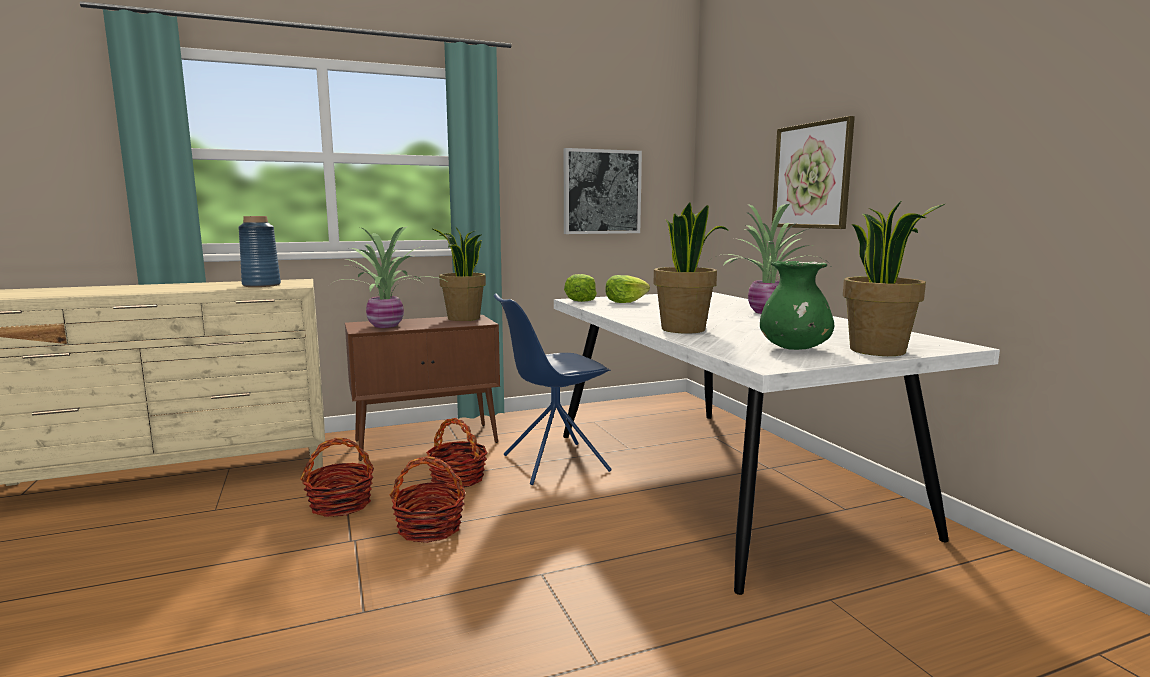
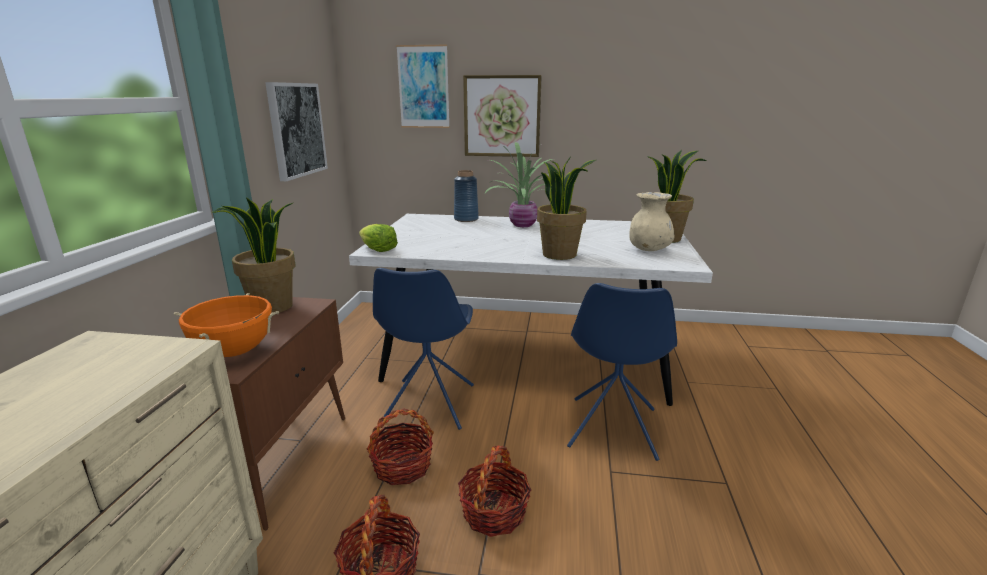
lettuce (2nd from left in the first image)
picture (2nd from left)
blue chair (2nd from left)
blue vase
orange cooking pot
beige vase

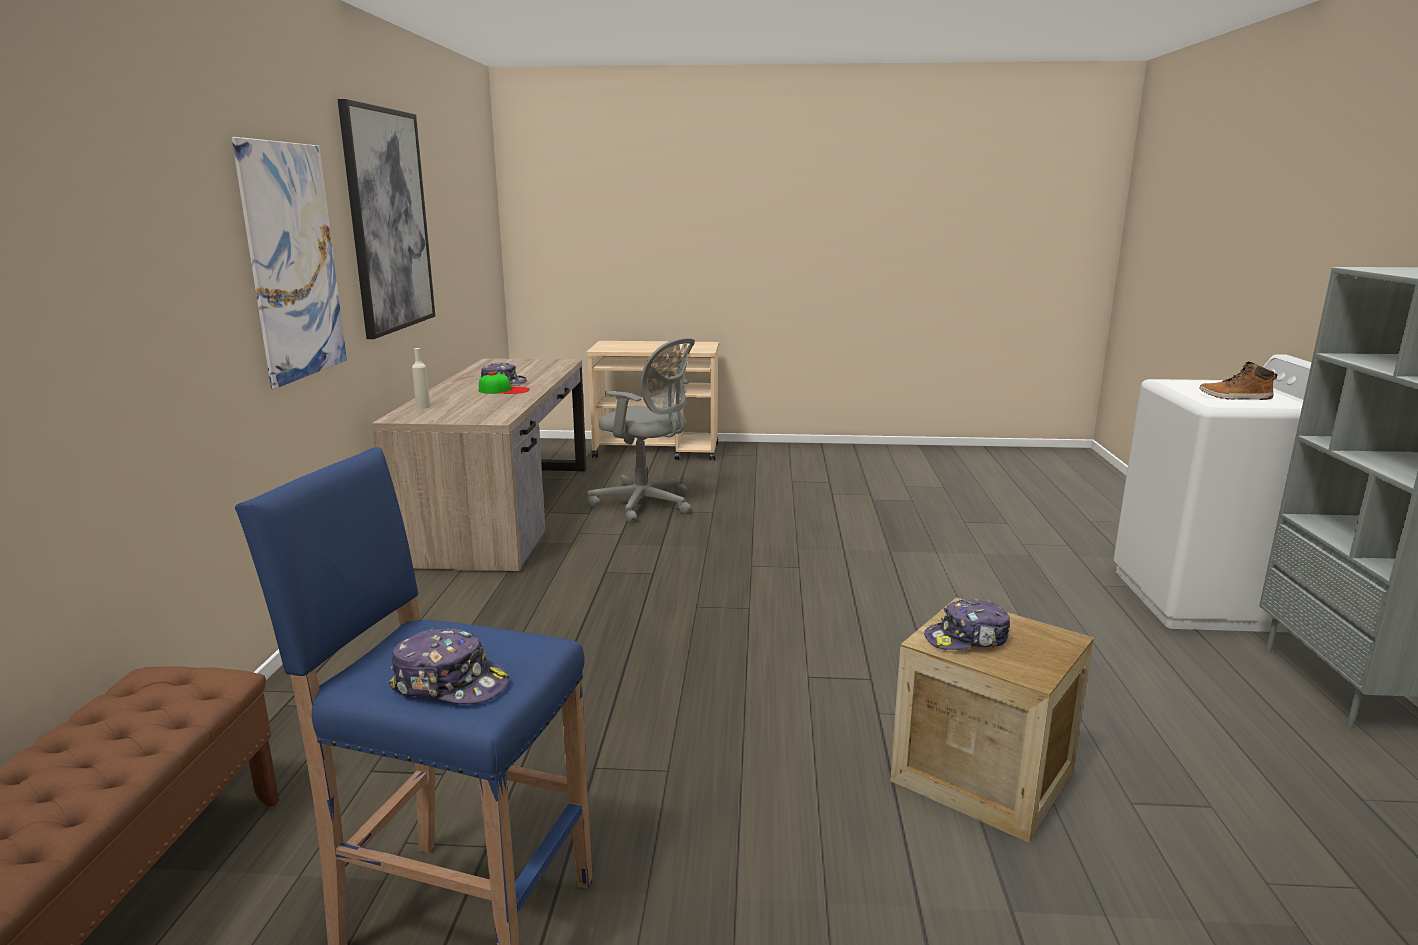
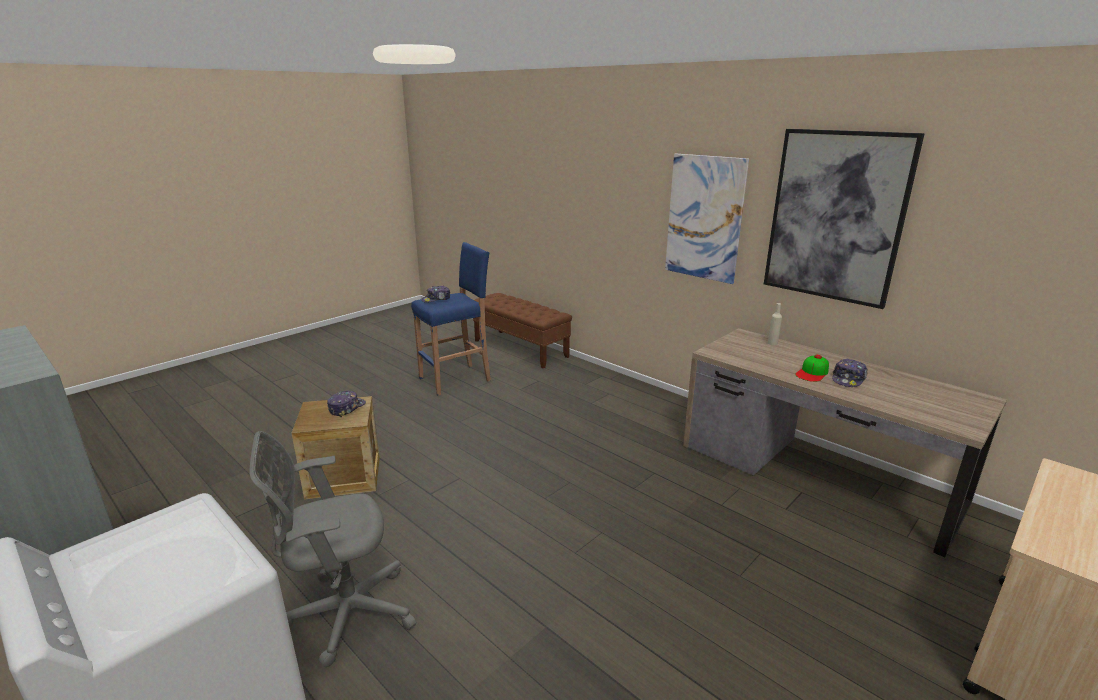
boot
grey office chair

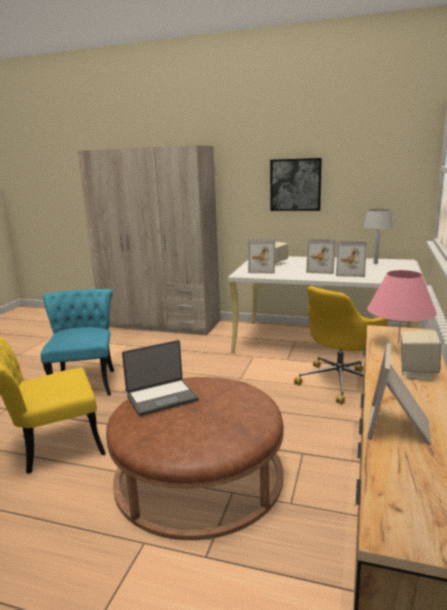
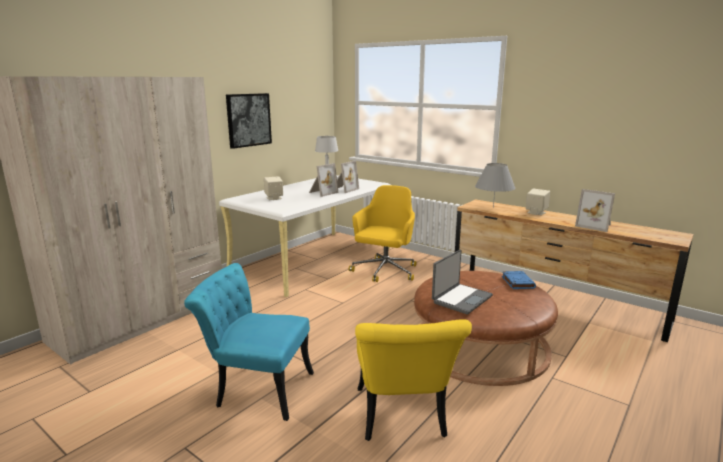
picture frame (1st from left in the first image)
blue book
grey table lamp (2nd from left)
laptop
yellow office chair

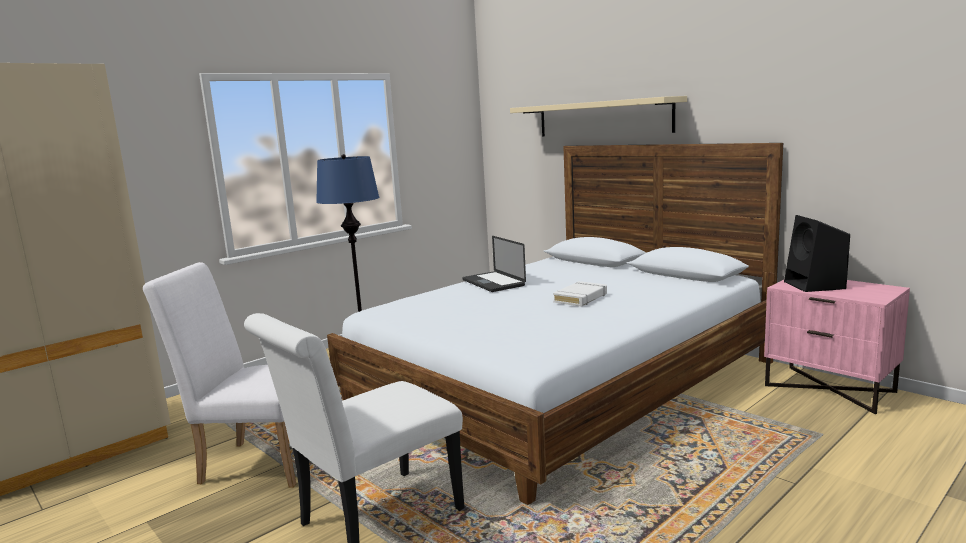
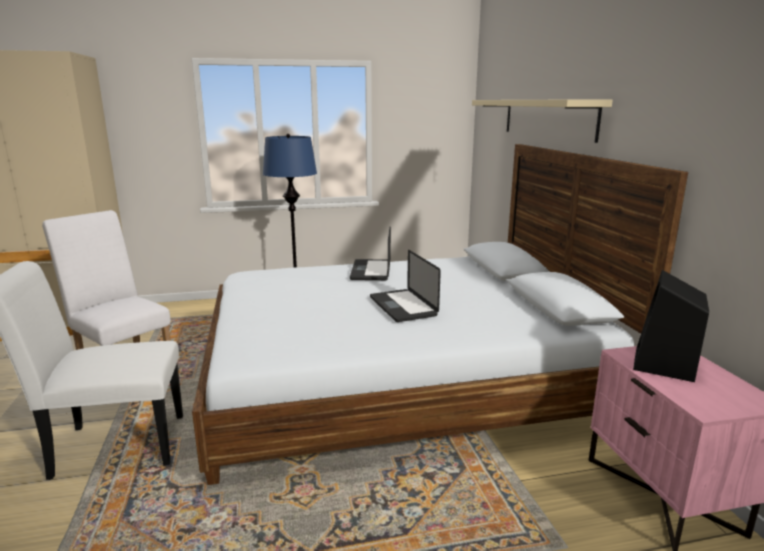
laptop (2nd from left)

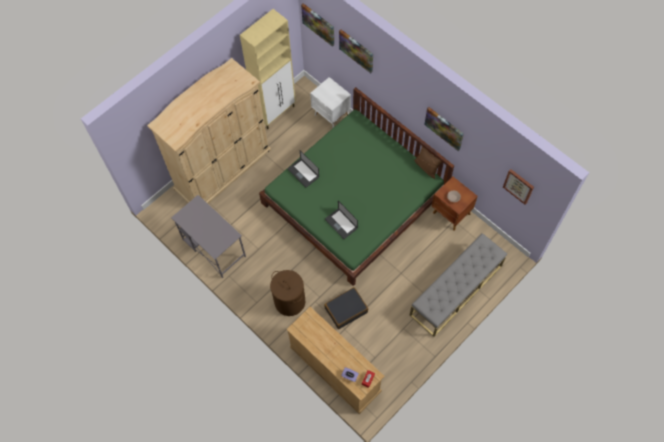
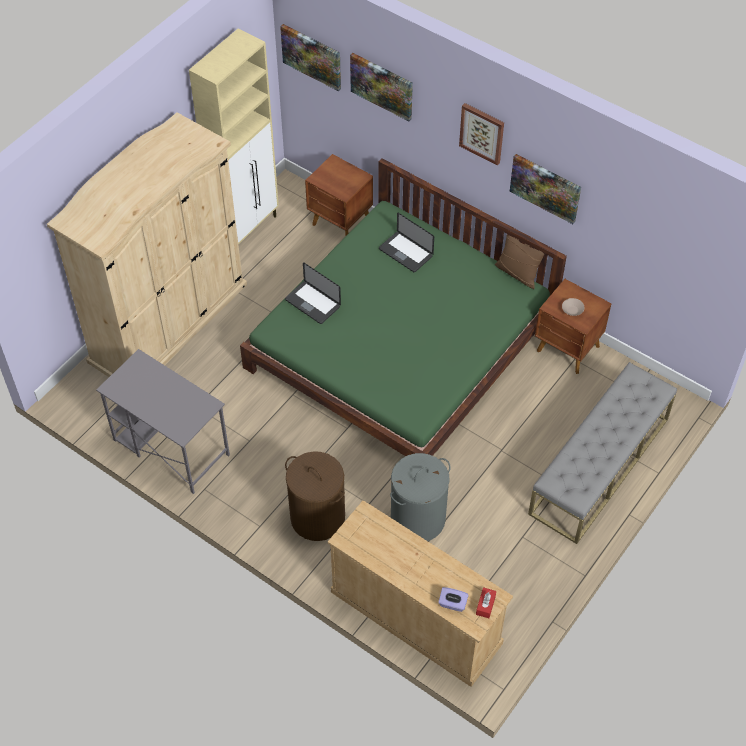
laptop (2nd from left)
picture (3rd from left)
grey laundry basket
brown nightstand (1st from left)

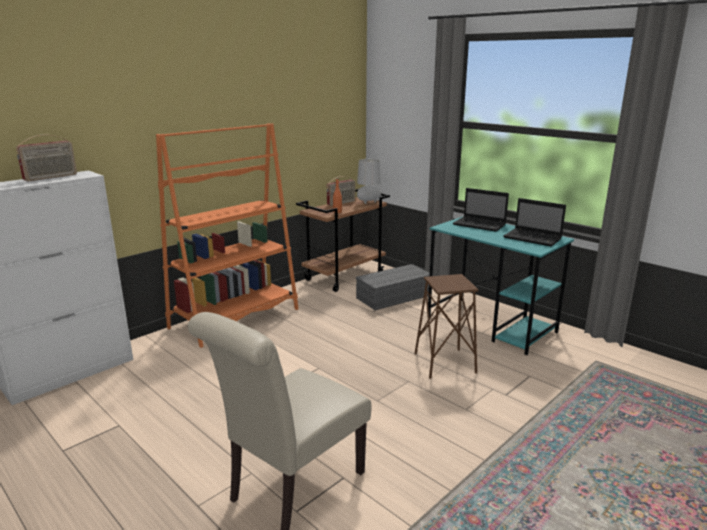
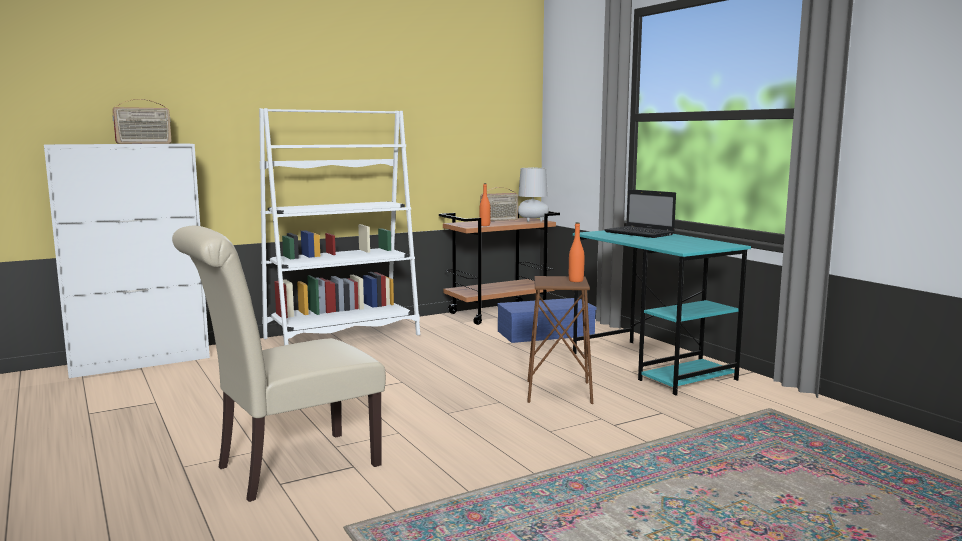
laptop (2nd from left in the first image)
orange bottle (2nd from left)
white bookcase
blue storage box

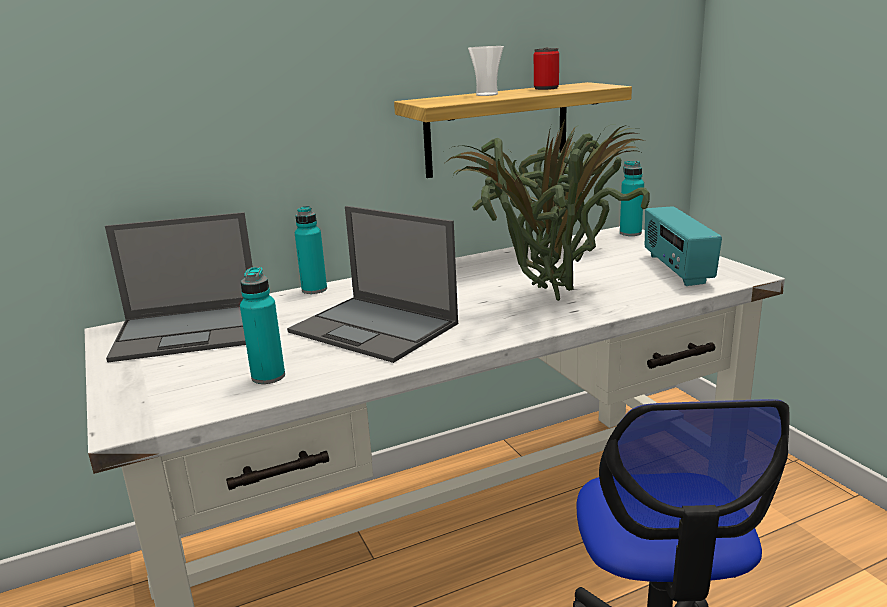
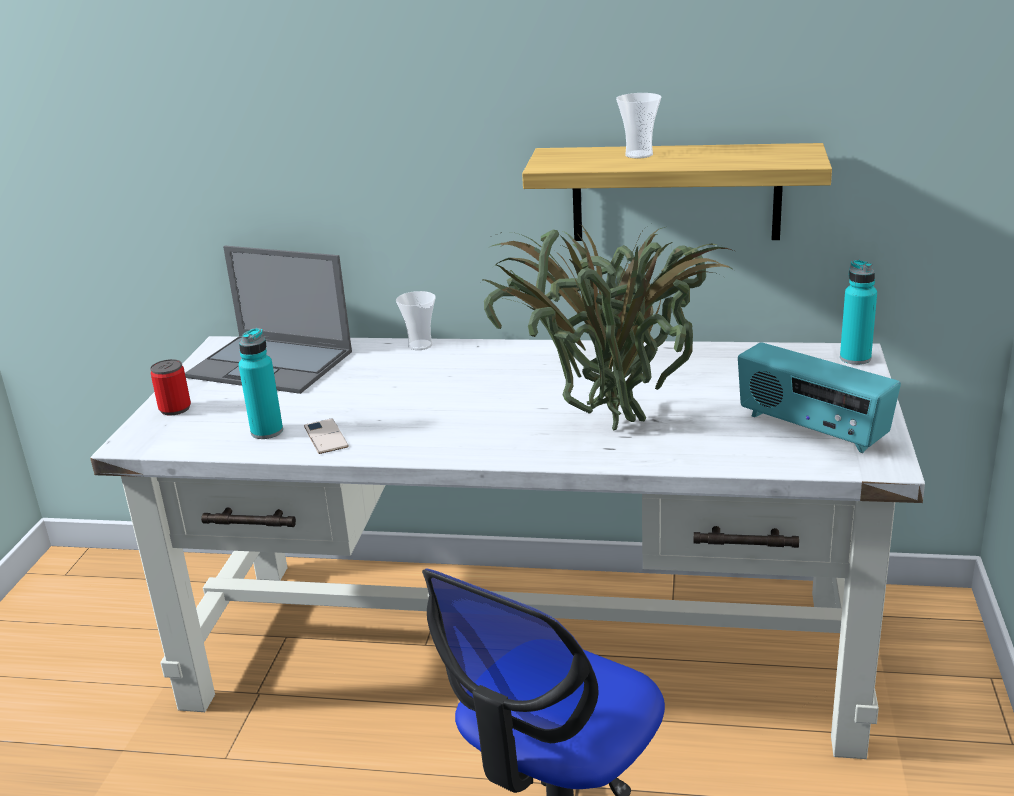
laptop (2nd from left in the first image)
phone
can
cup (1st from left)
radio

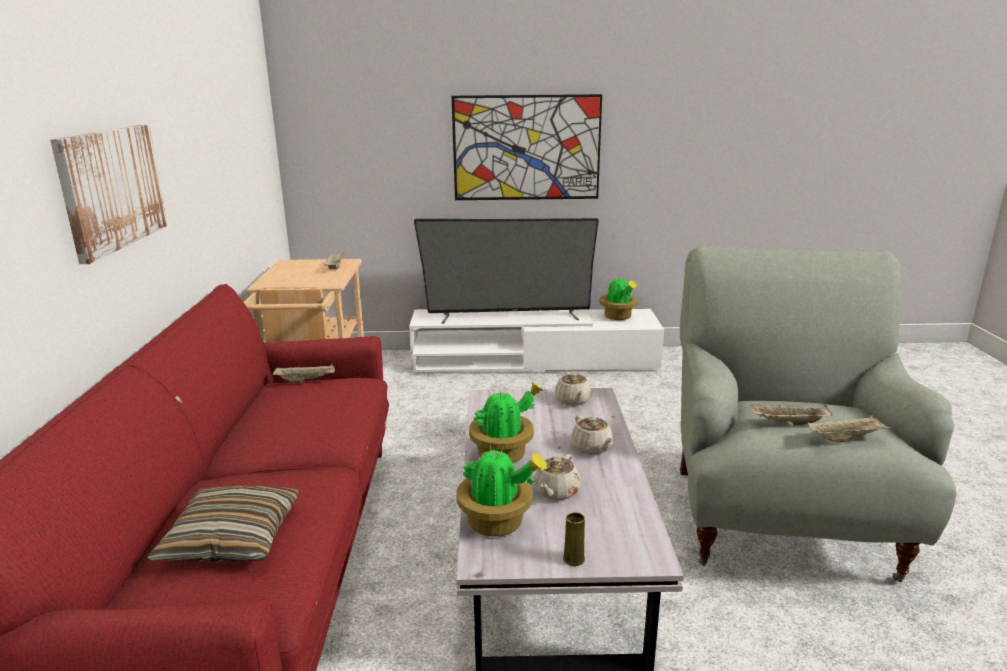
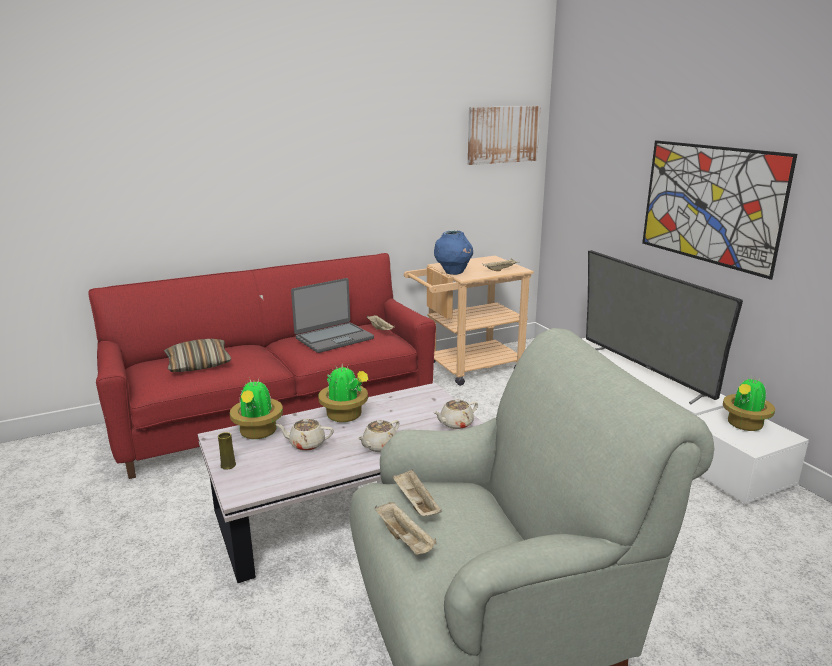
laptop
blue vase
picture (1st from left)

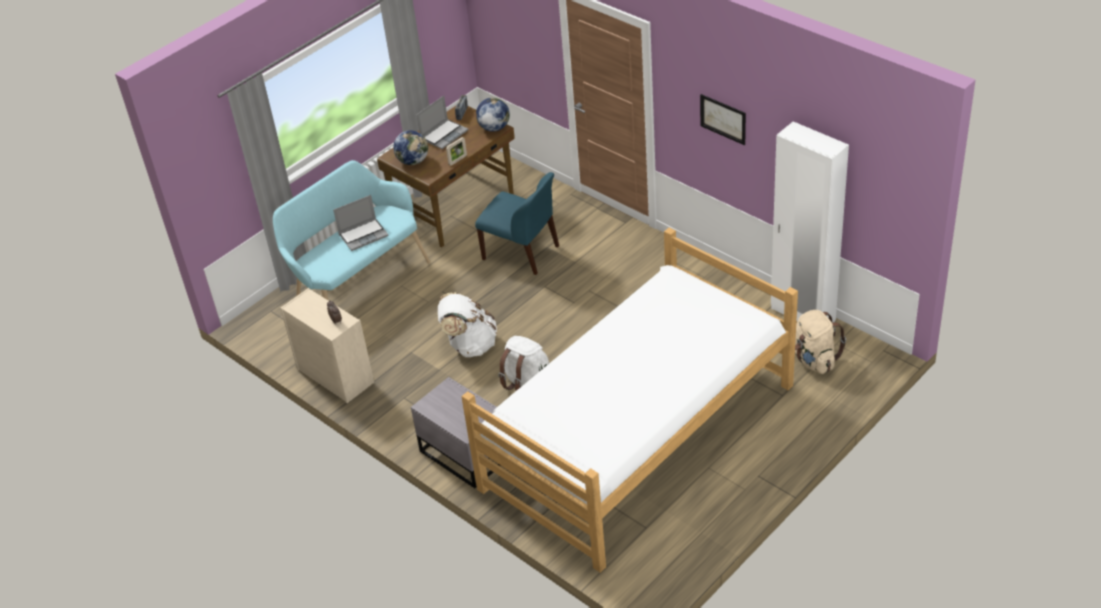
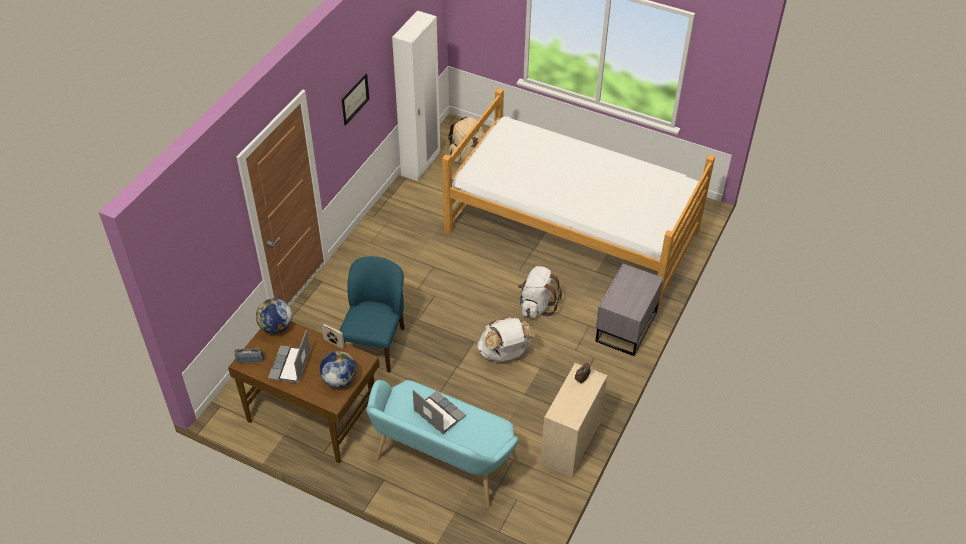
laptop (1st from left)

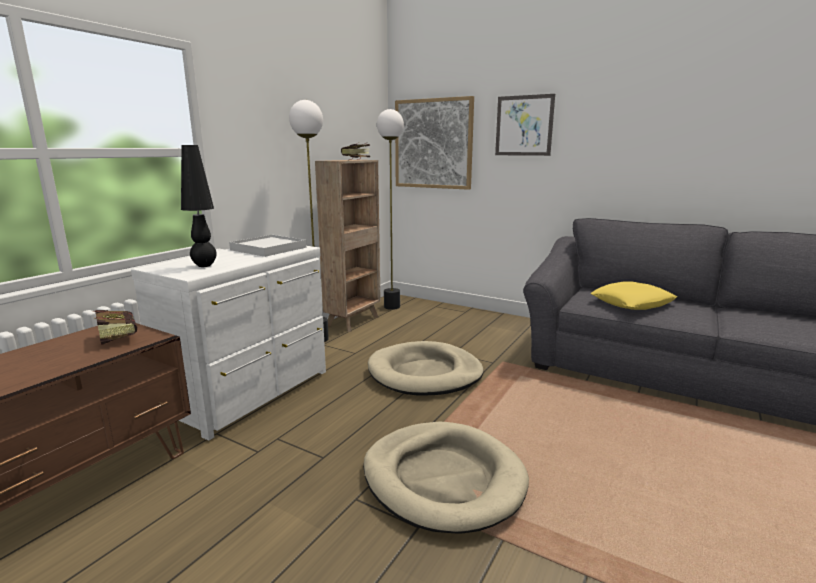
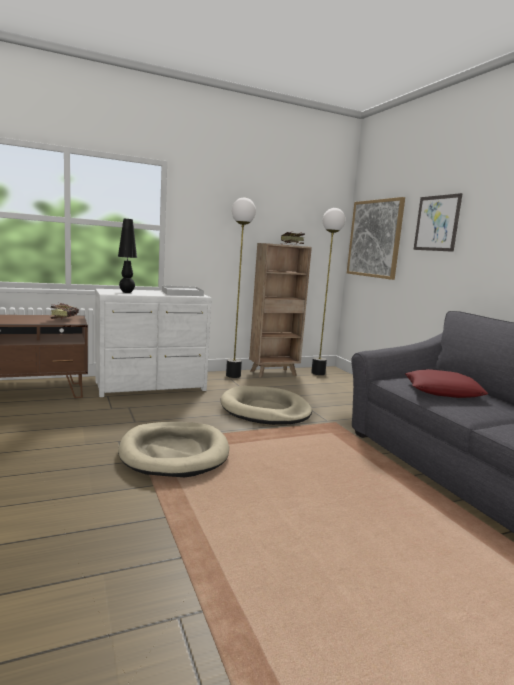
red pillow

